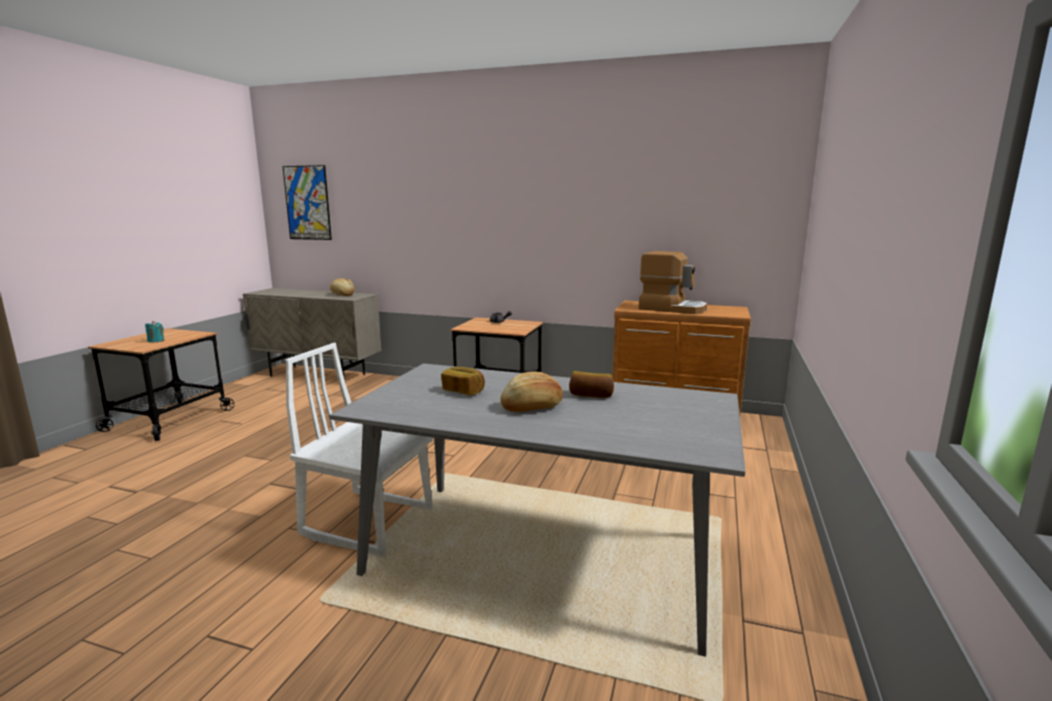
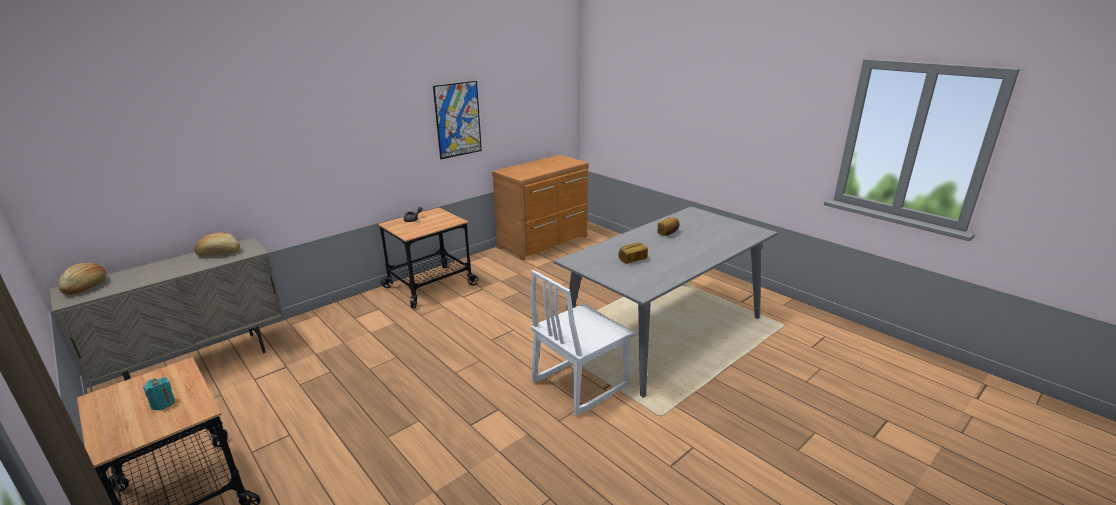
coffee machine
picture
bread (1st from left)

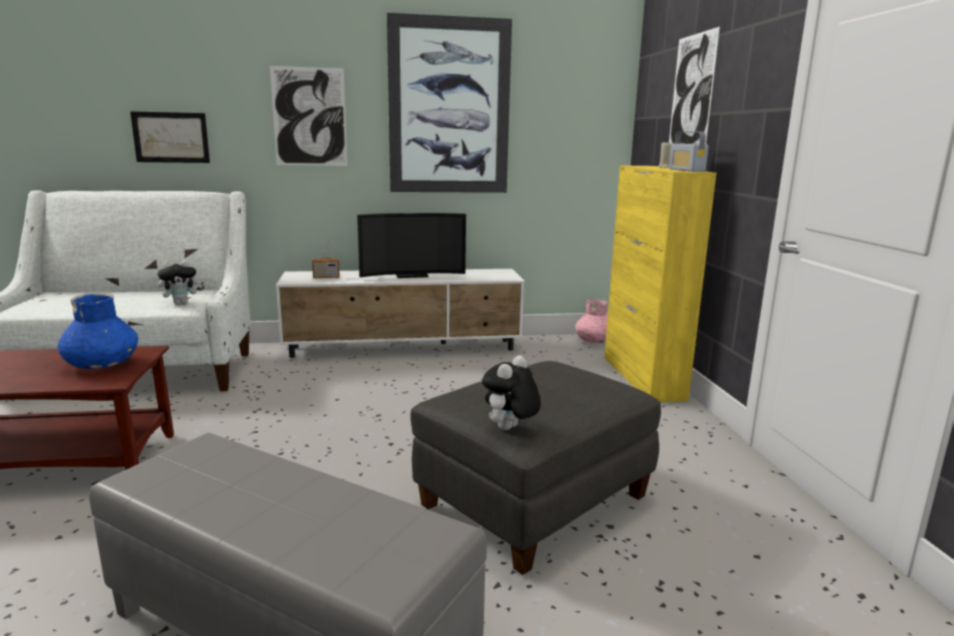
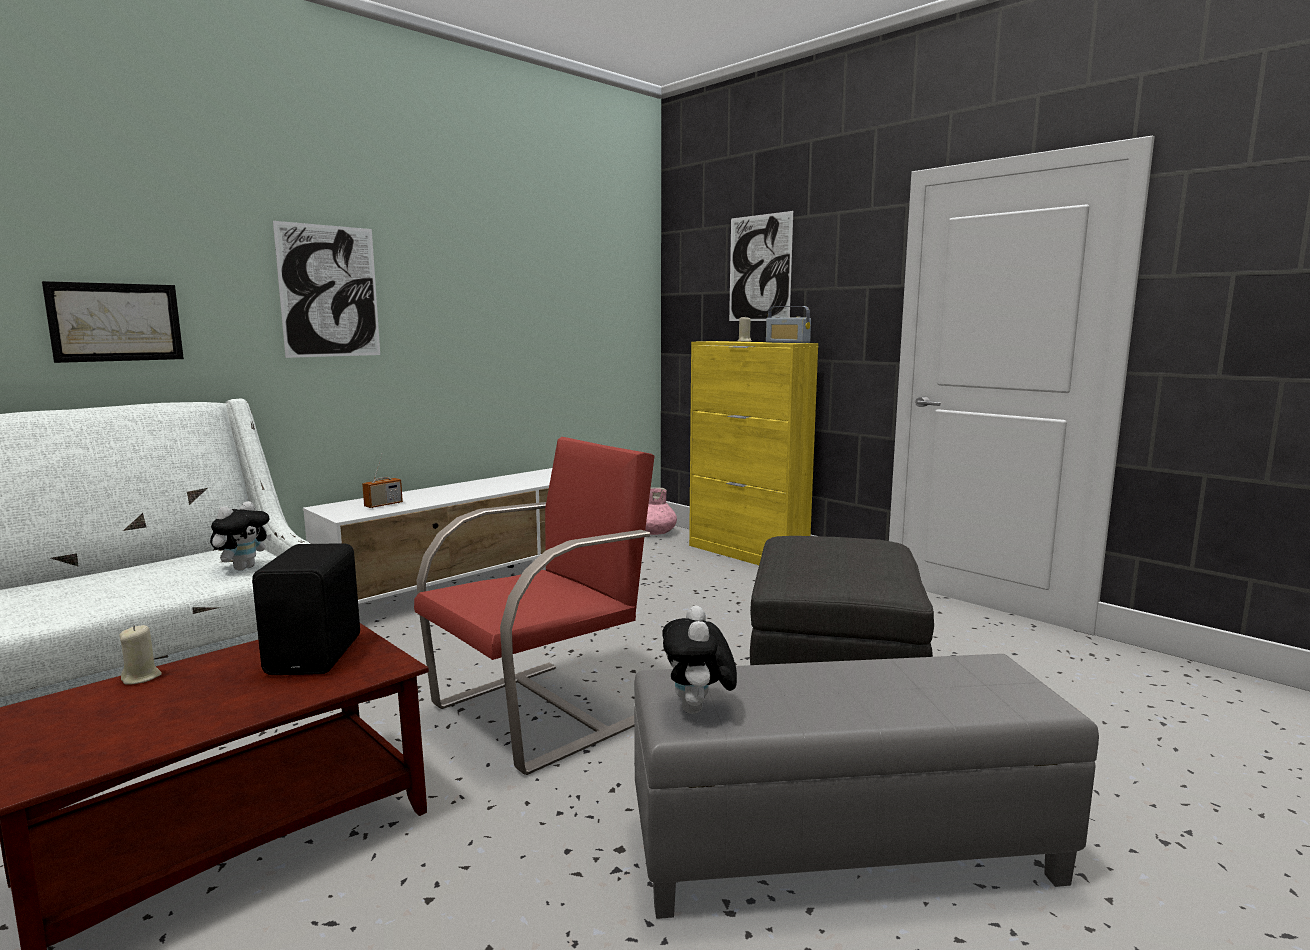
television
picture (3rd from left in the first image)
beige candle (1st from left)
red armchair
plush toy (2nd from left)
black speaker

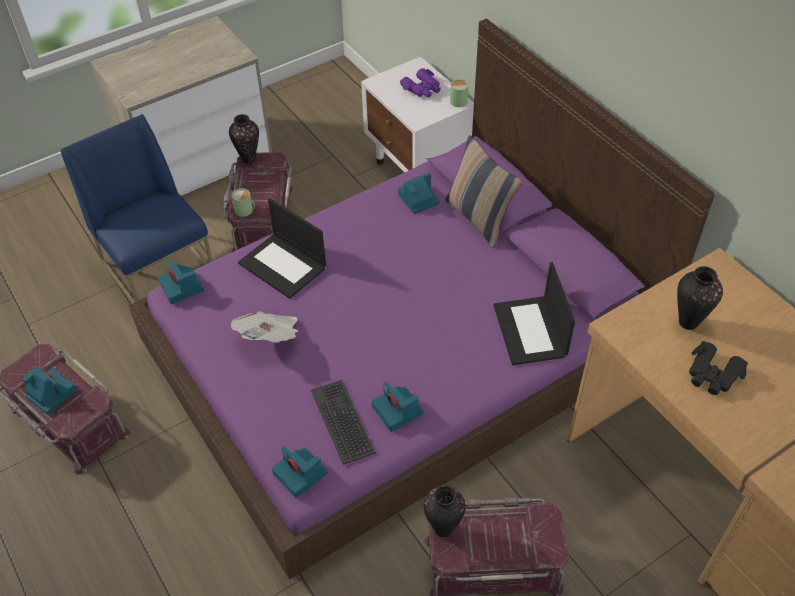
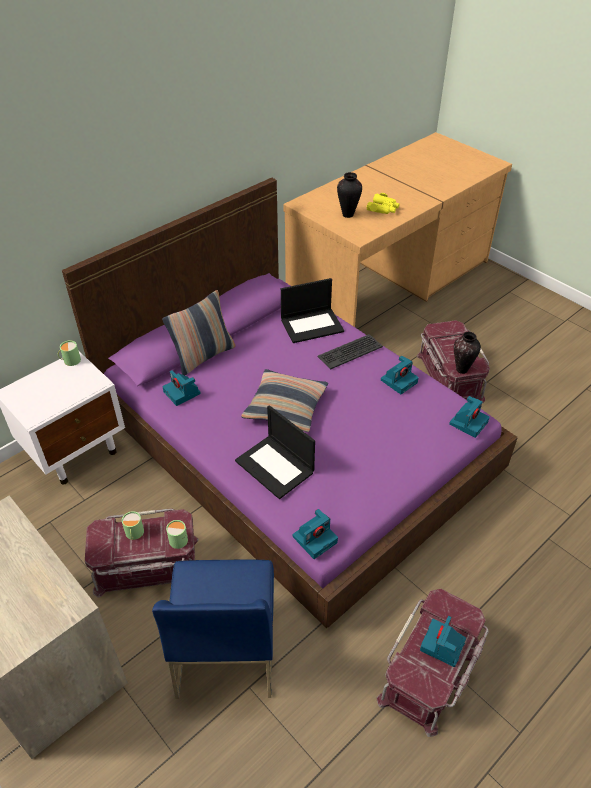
vase (1st from left in the first image)
newspaper
purple binoculars
green mug (2nd from left)
pillow (2nd from left)
keyboard
yellow binoculars
blue chair
laptop (1st from left)

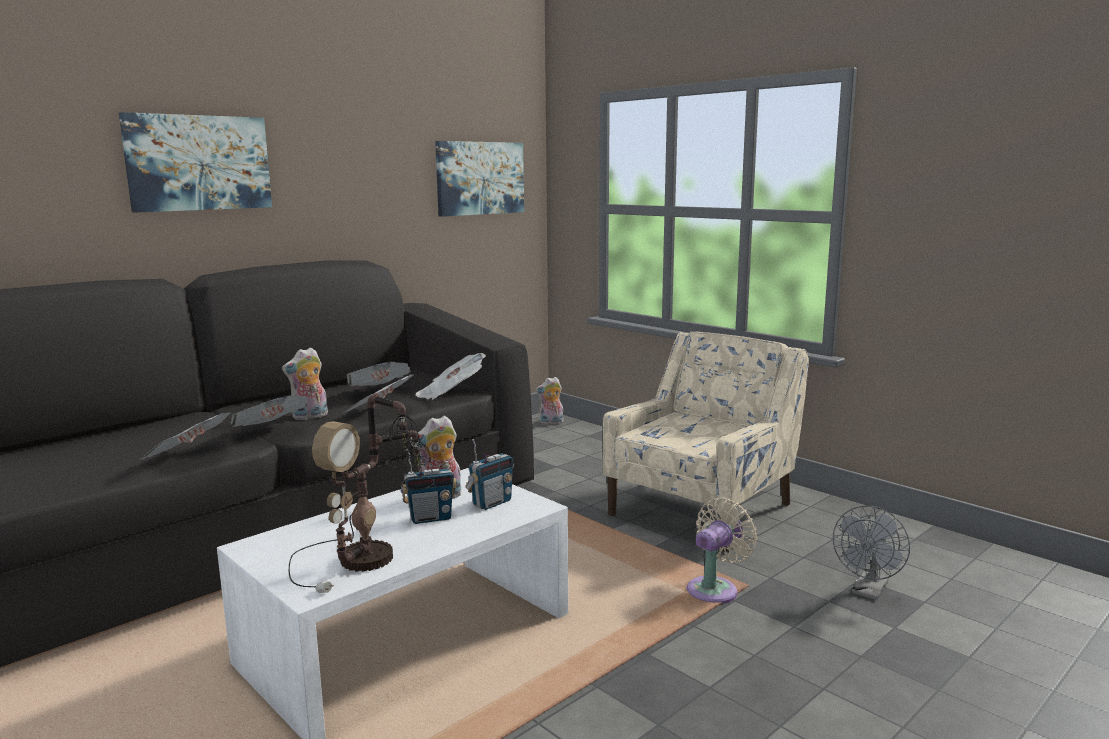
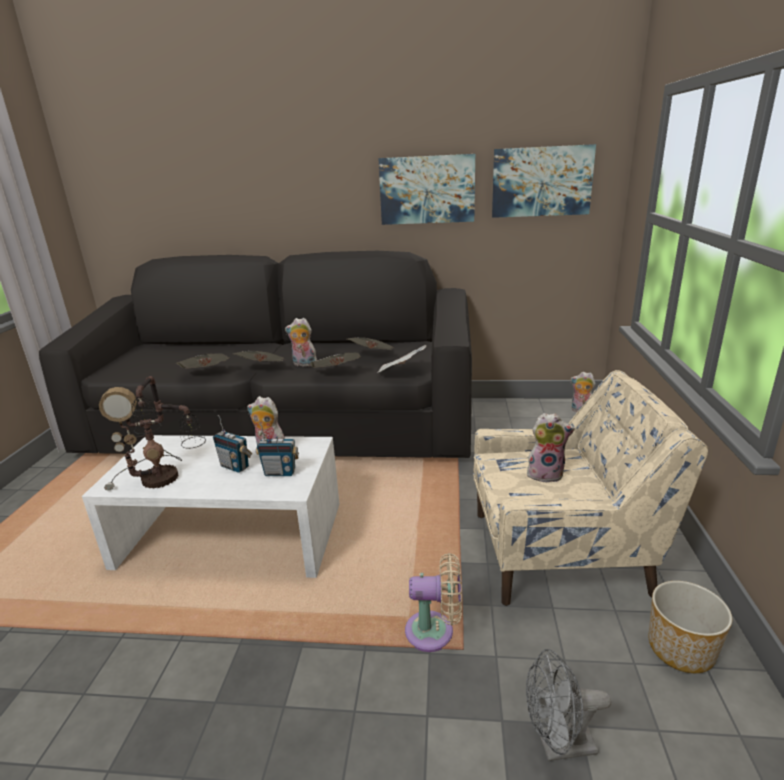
plush toy (3rd from left)
planter
picture (1st from left)

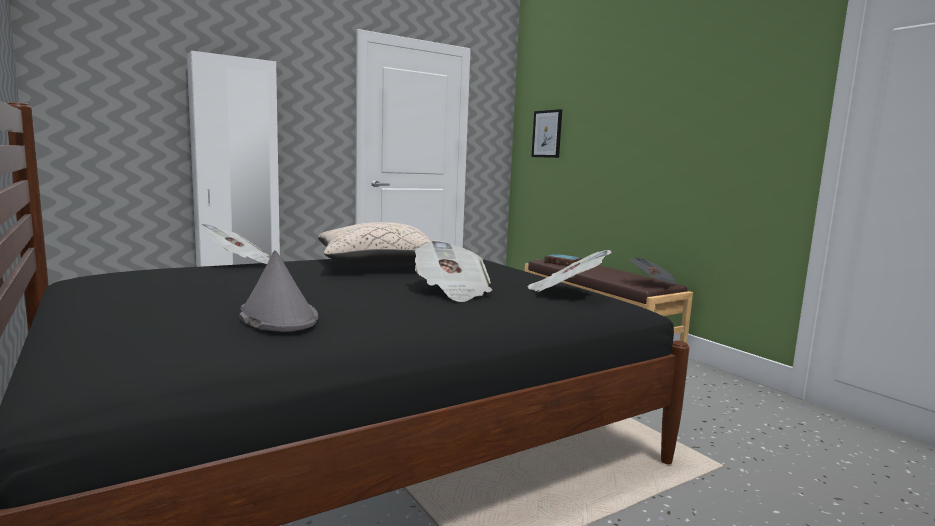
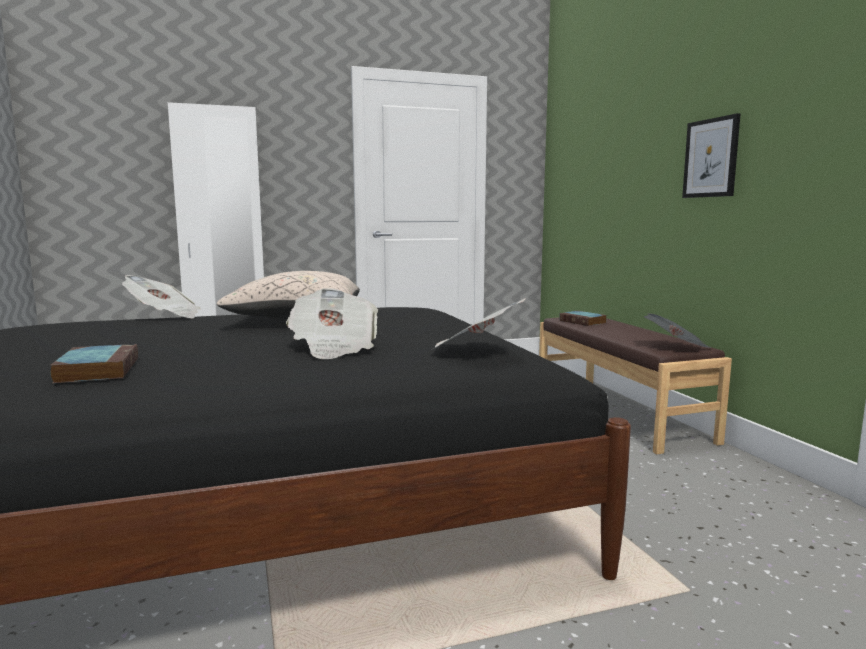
picture
book (1st from left)

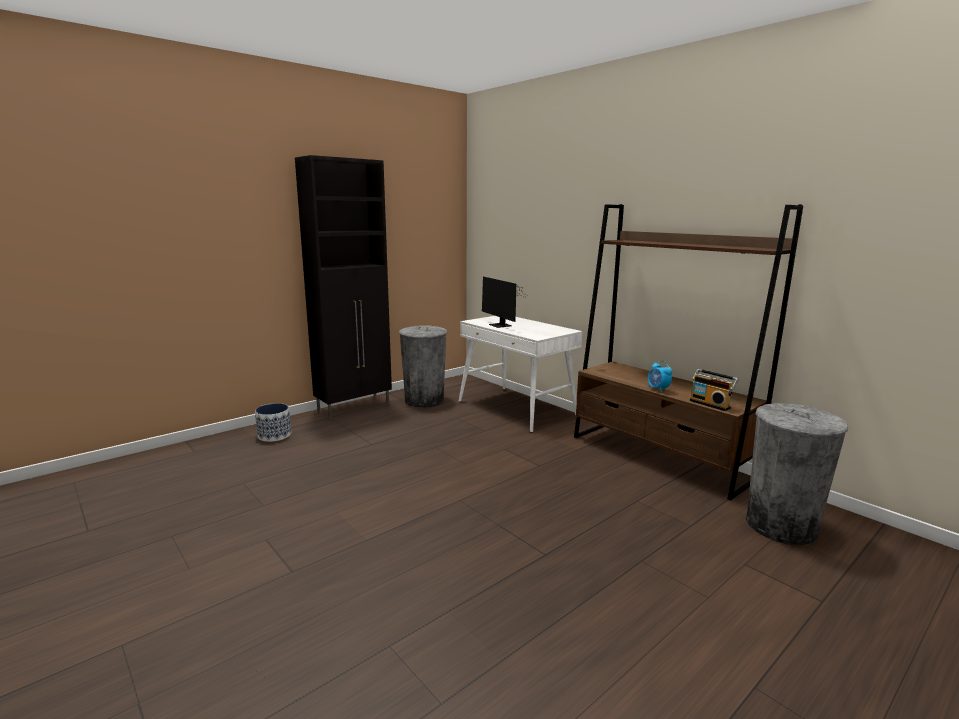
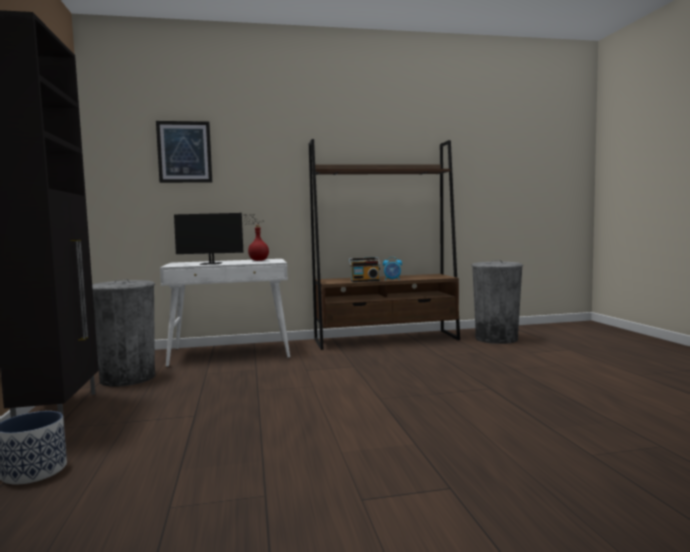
picture
red bottle
radio

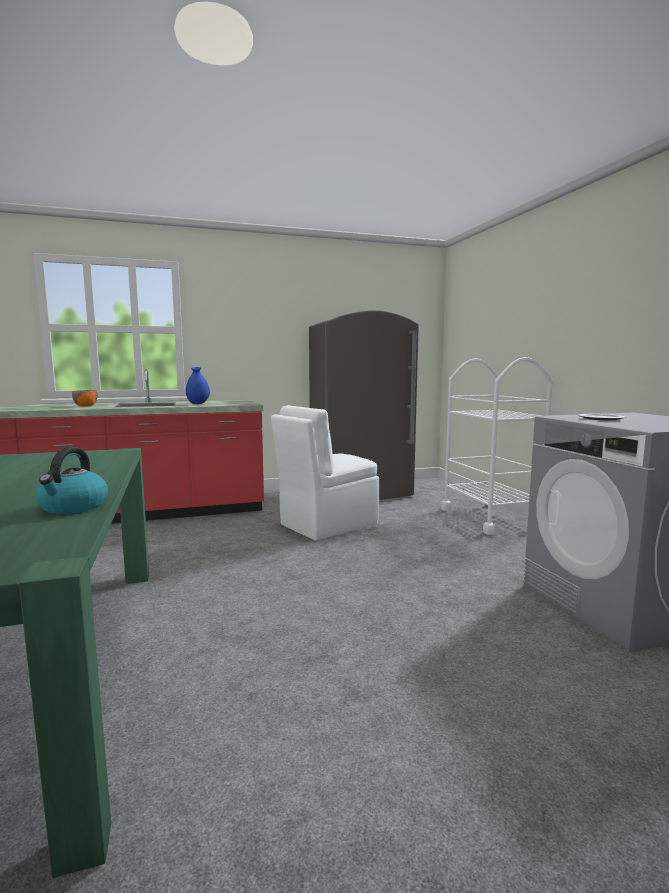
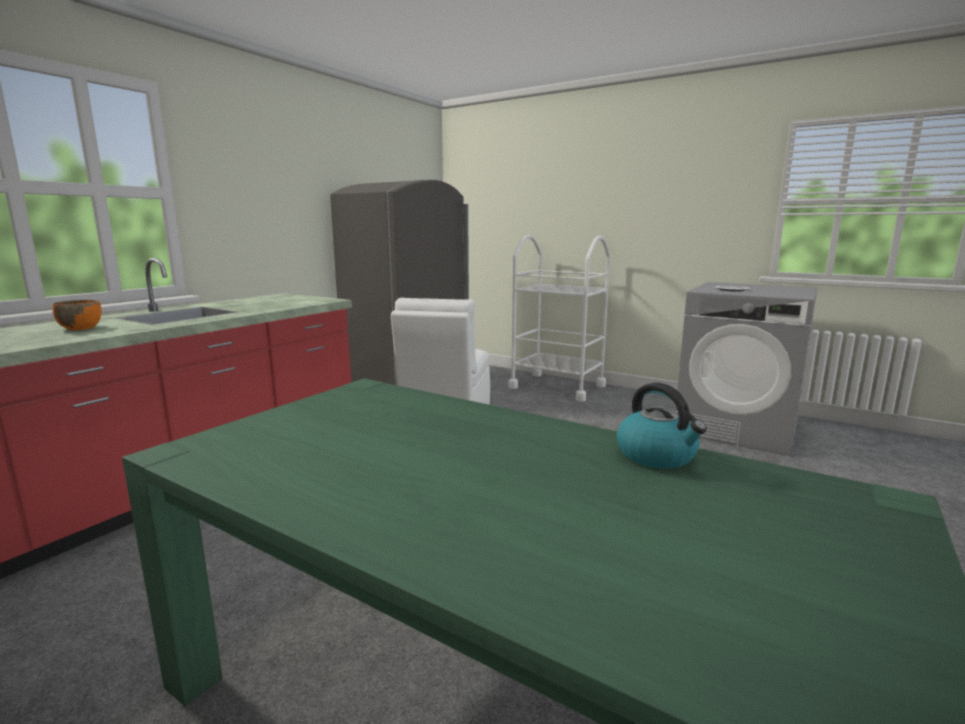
blue vase

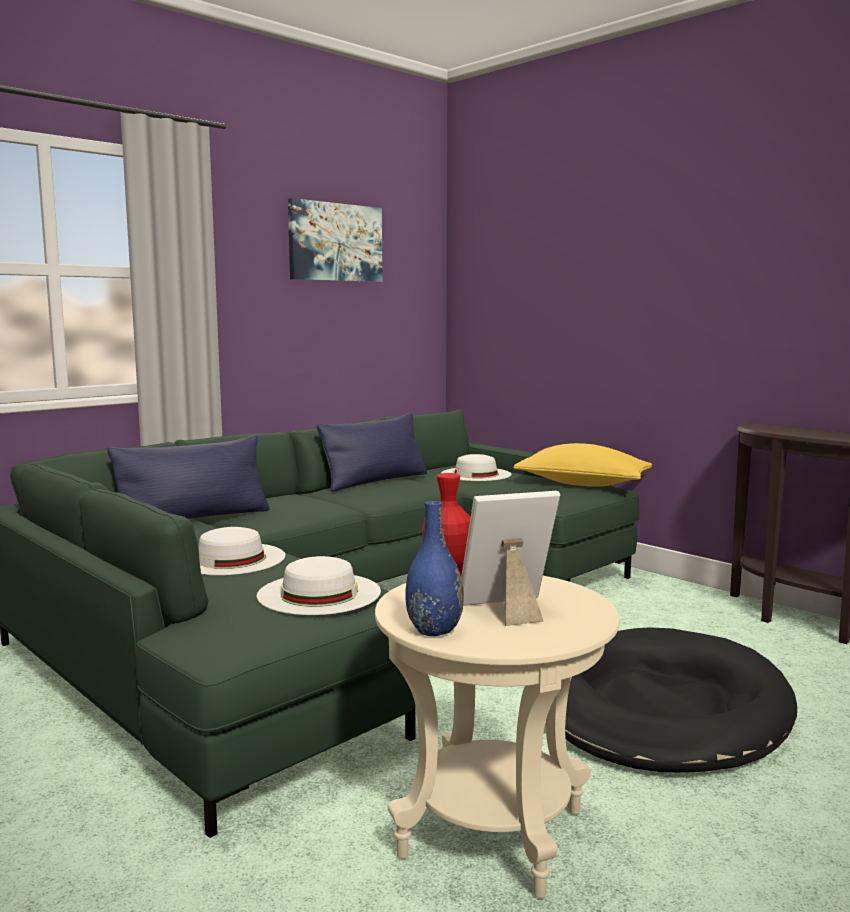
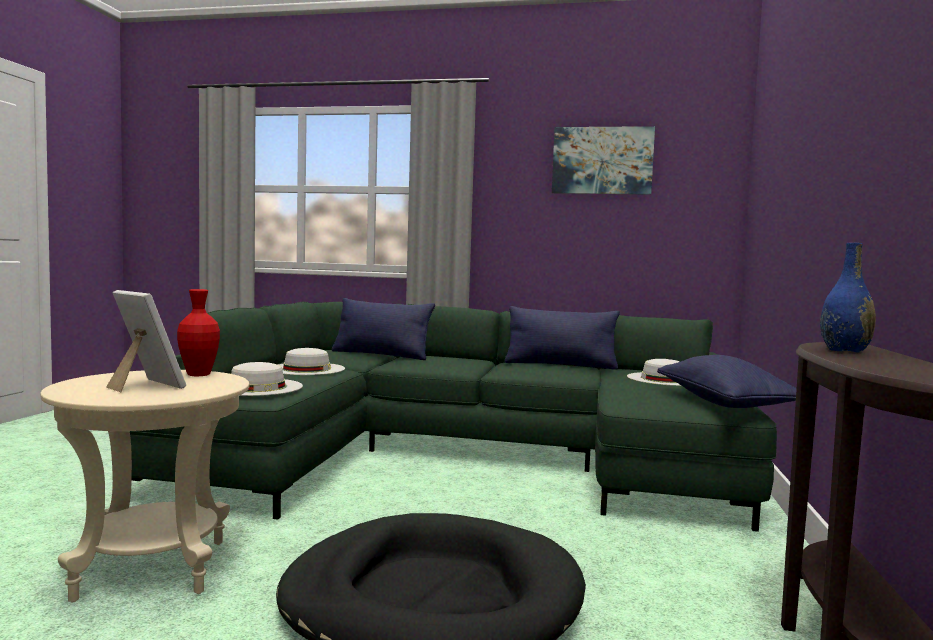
blue vase
blue pillow (3rd from left)

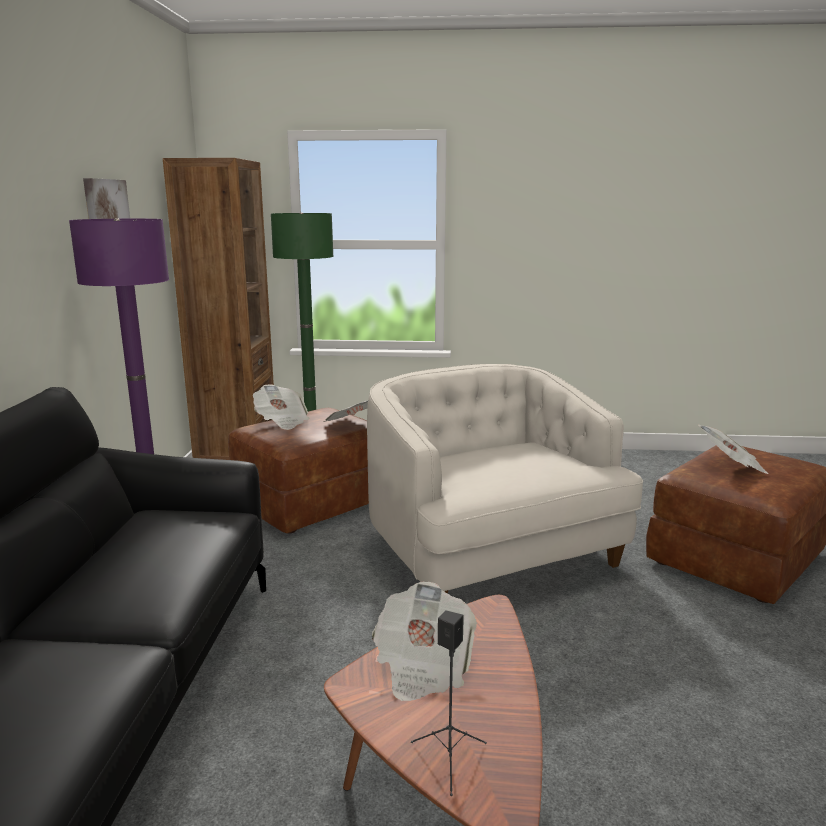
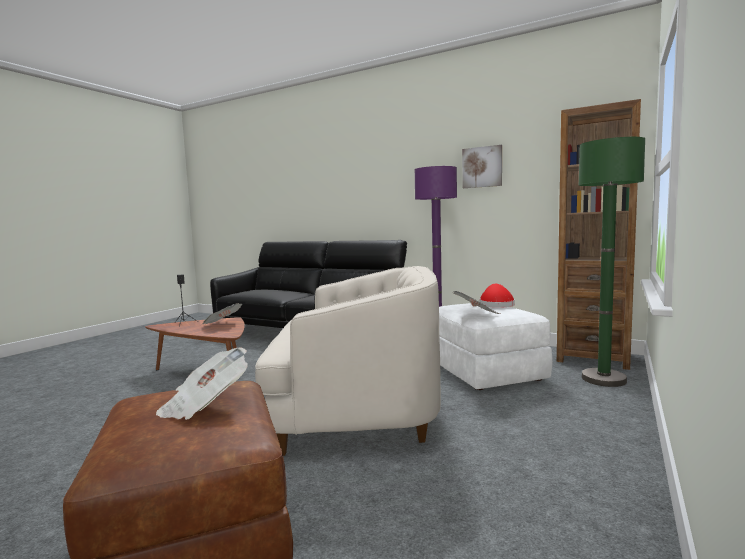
red hat
white ottoman

